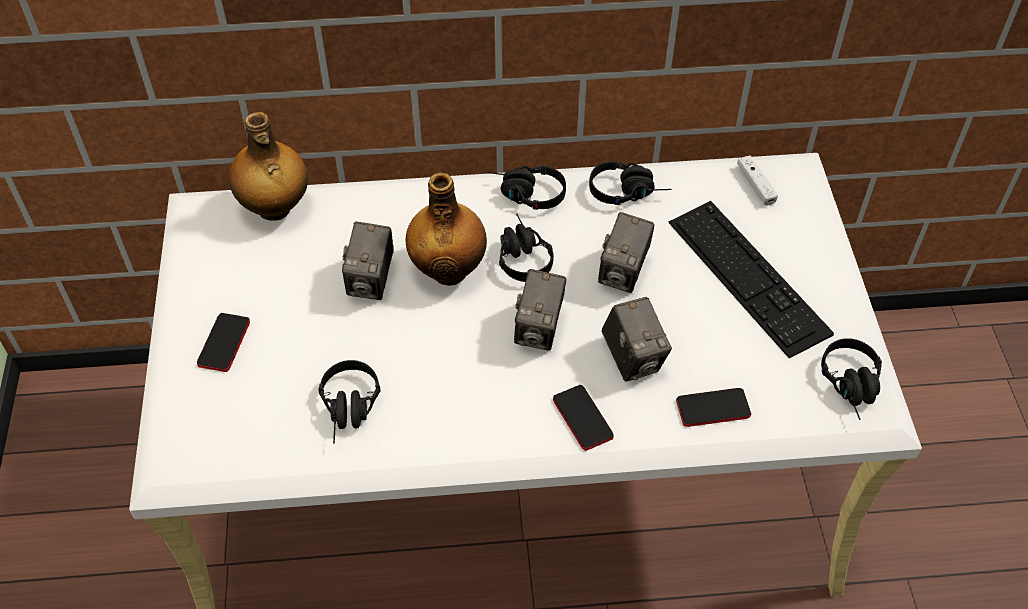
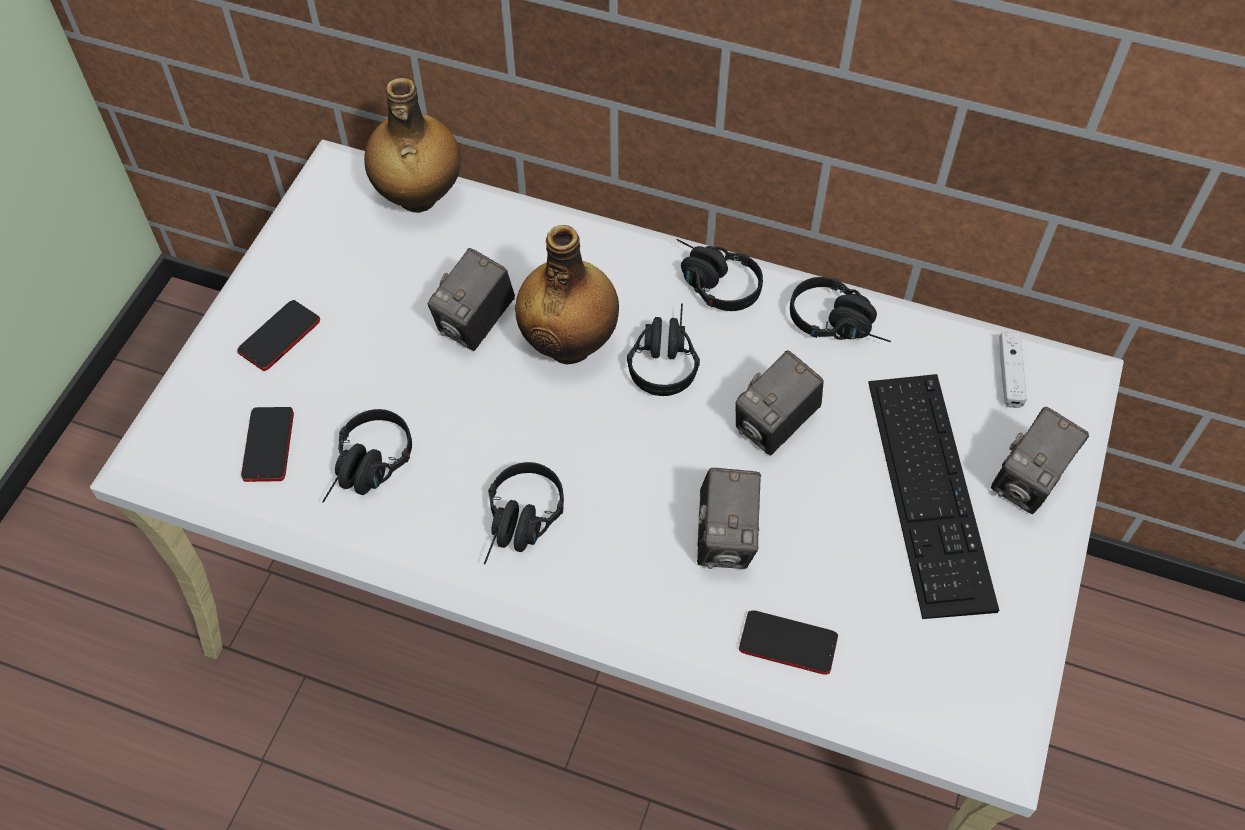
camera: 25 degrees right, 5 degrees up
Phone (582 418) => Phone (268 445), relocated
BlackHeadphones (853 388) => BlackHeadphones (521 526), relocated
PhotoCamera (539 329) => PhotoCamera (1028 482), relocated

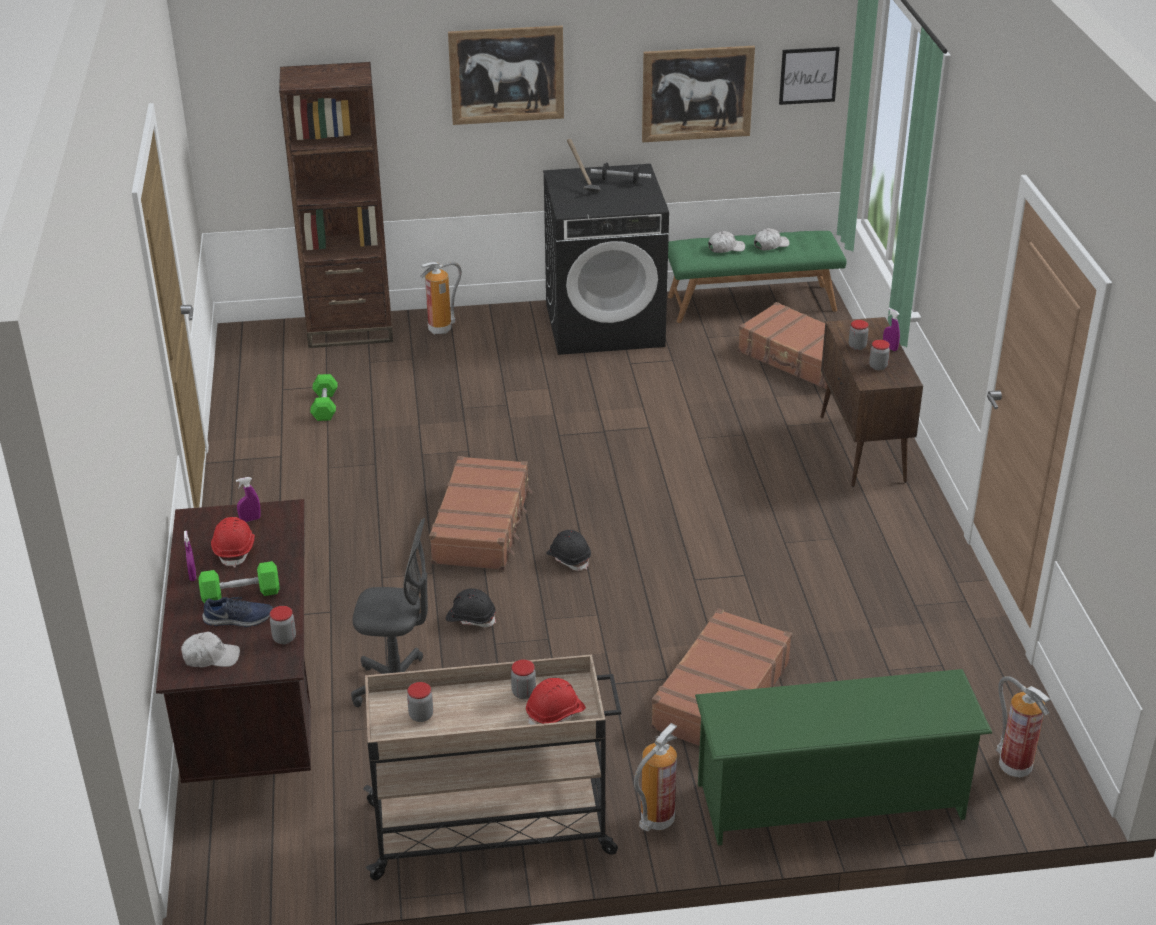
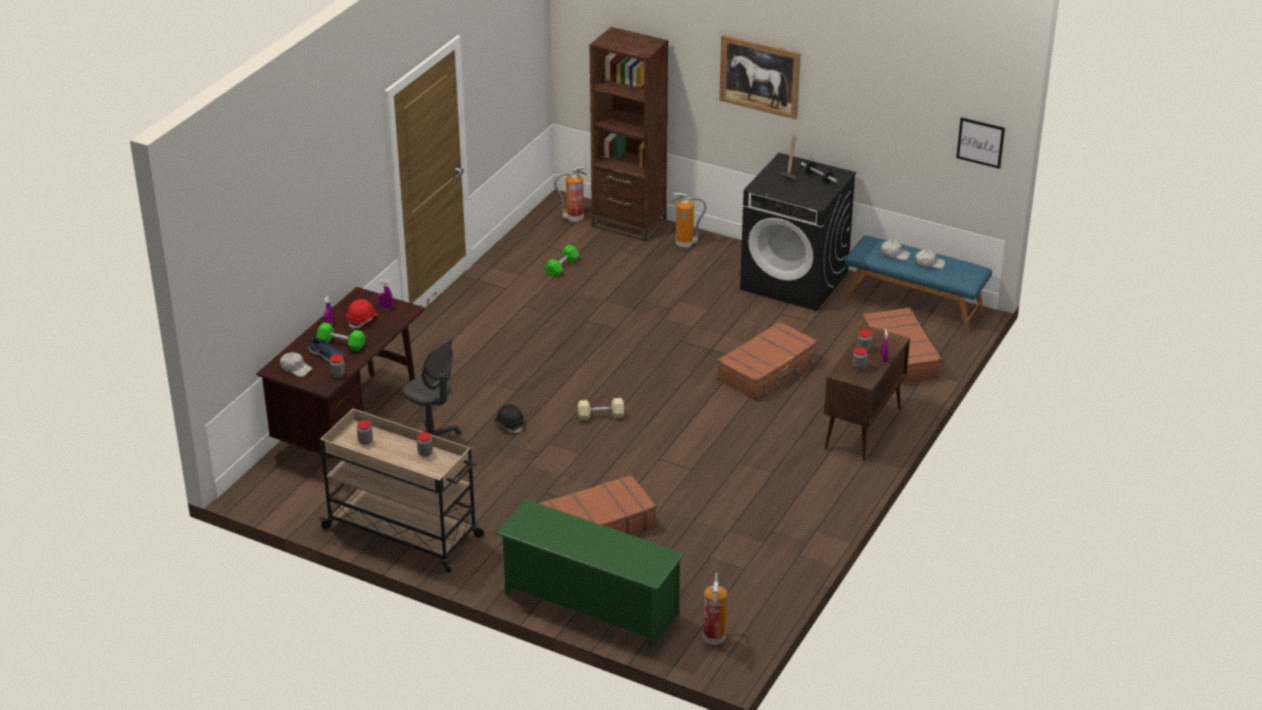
camera: 35 degrees right, 0 degrees up
FireExtinguisher (656 821) => FireExtinguisher (574 218), relocated
BlackHardHat (569 558) => BeigeDumbbell (601 415)
BrownSuitcase (482 526) => BrownSuitcase (768 370), relocated
GreenBench (751 303) => BlueBench (914 304)
RedHardHat (555 714) => nothing
Picture (697 93) => nothing

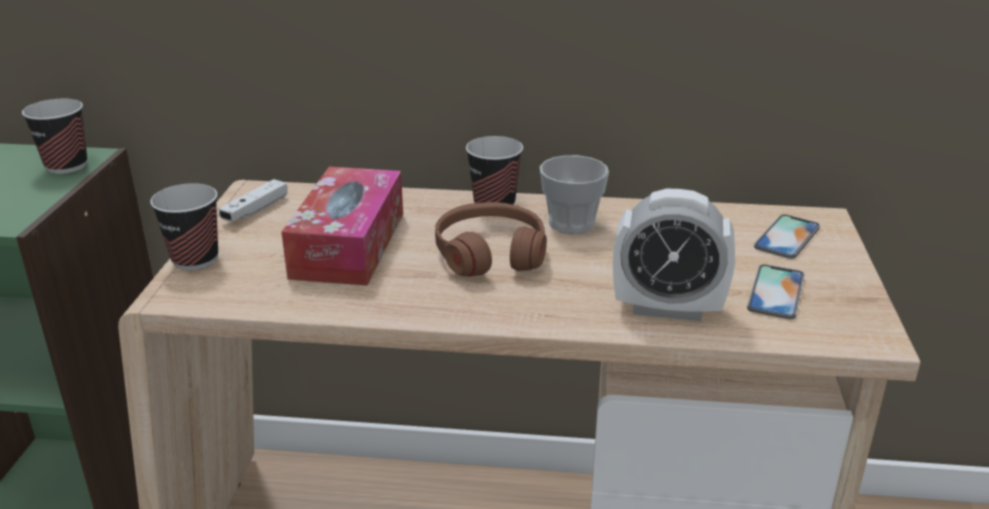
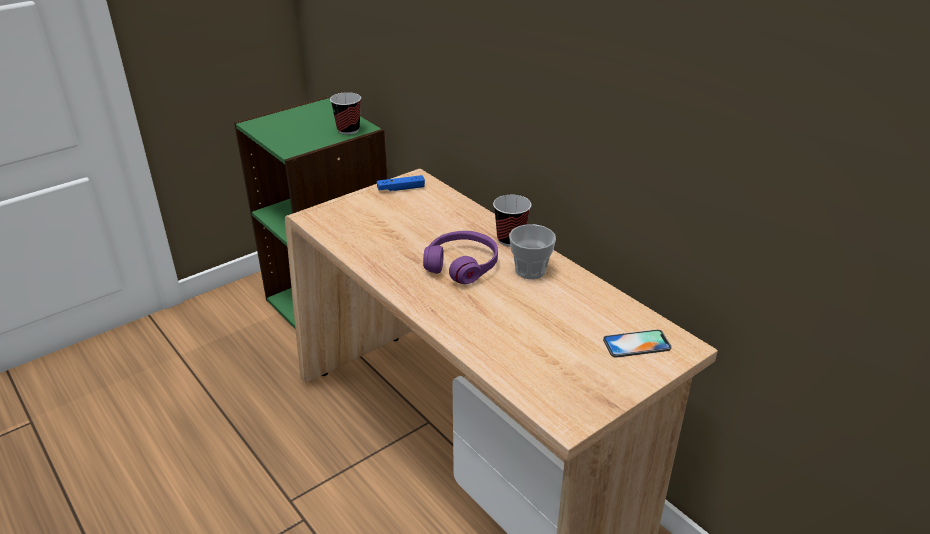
camera: 45 degrees right, 5 degrees up
WhiteGameController (255 210) => BlueGameController (401 188)
BrownHeadphones (490 253) => PurpleHeadphones (462 265)
Cup (195 259) => nothing
TissueBox (348 244) => nothing
AlarmClock (667 308) => nothing
Phone (776 292) => nothing

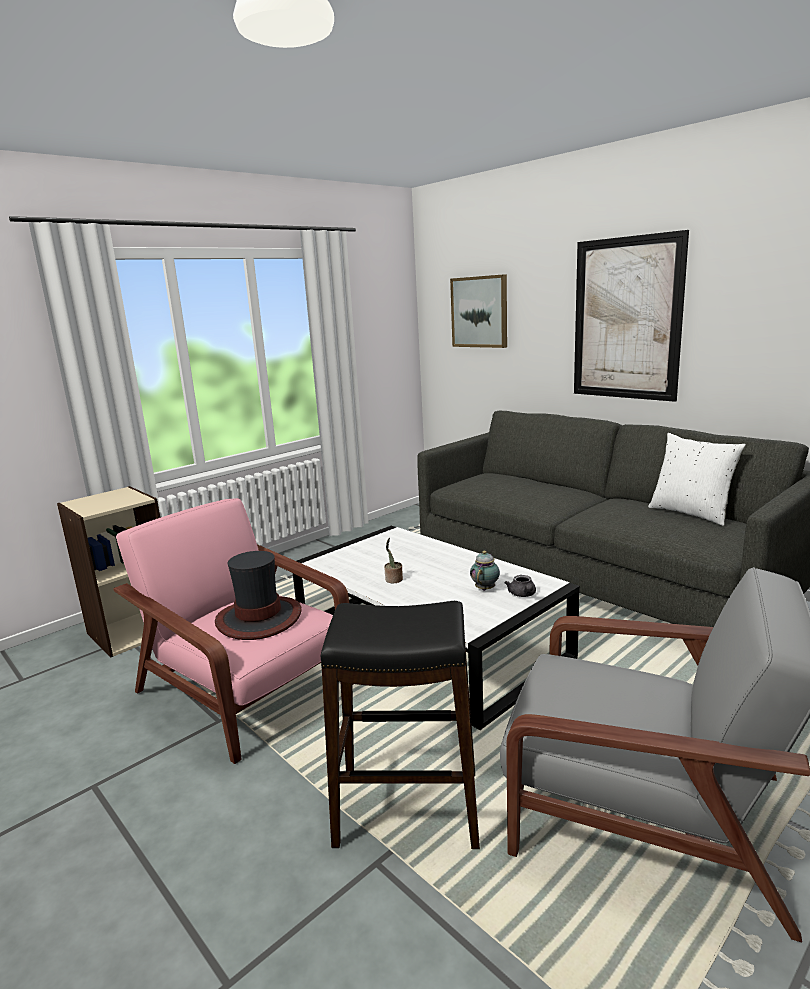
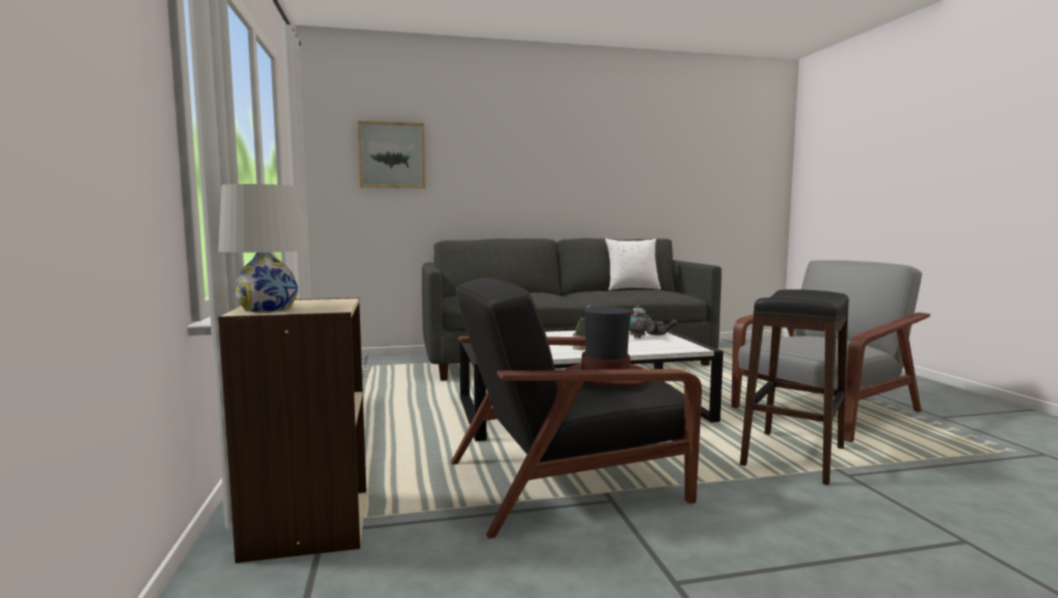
camera: 60 degrees left, 10 degrees down
nothing => WhiteTableLamp (267 308)
PinkArmchair (247 690) => BlackArmchair (569 480)
Picture (626 319) => nothing

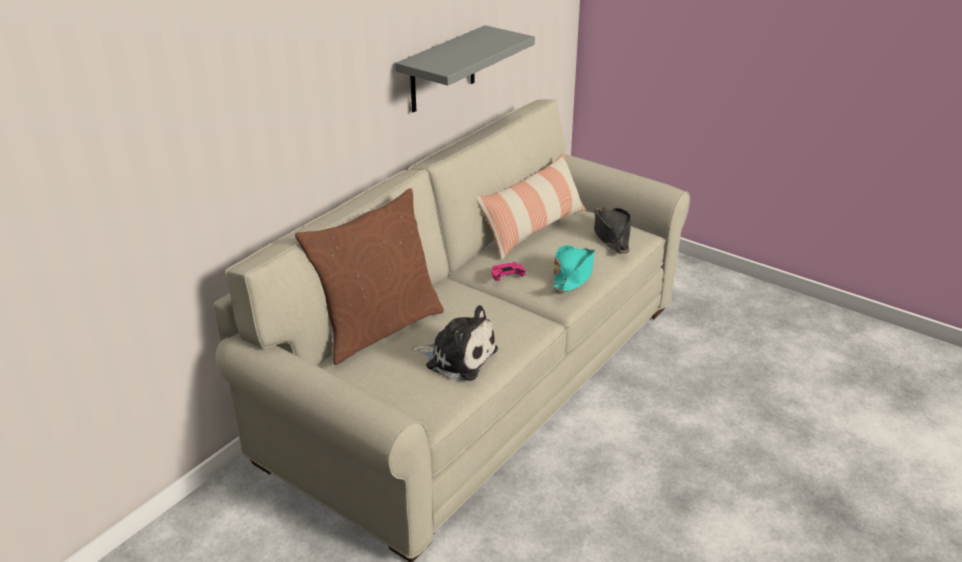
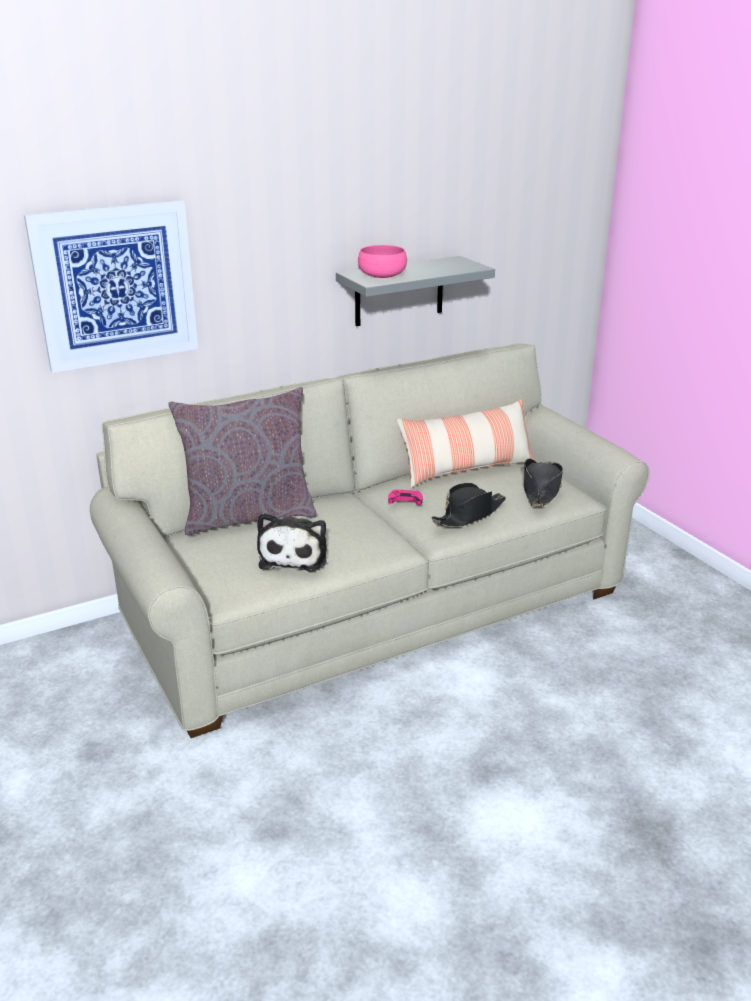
camera: 25 degrees right, 5 degrees down
nothing => Picture (116 285)
BrownPillow (377 327) => GreyPillow (248 516)
PlushToy (458 357) => PlushToy (294 555), 45 degrees clockwise
nothing => PinkBowl (382 274)
TurquoiseHat (573 274) => BlackHat (469 514)

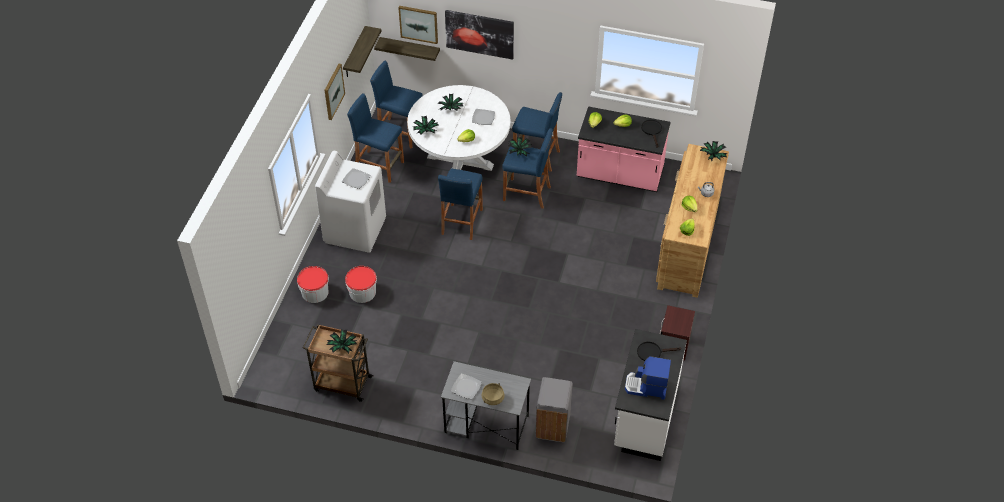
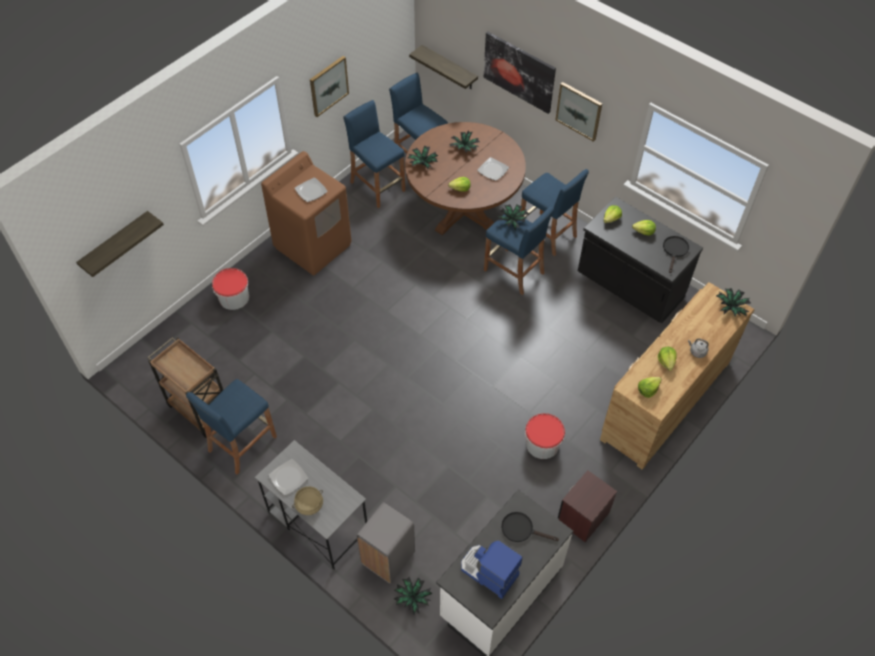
camera: 25 degrees right, 5 degrees up
Shelf (354 53) => Shelf (115 243), relocated
BlueStool (461 221) => BlueStool (242 443), relocated
WhiteWashingMachine (355 230) => BrownWashingMachine (313 246)
PottedPlant (342 346) => PottedPlant (412 598), relocated
WhiteDiningTable (460 161) => BrownDiningTable (463 210)
Bucket (362 292) => Bucket (542 444), relocated
Picture (418 24) => Picture (579 111), relocated
PinkCounter (619 175) => BlackCounter (629 288)

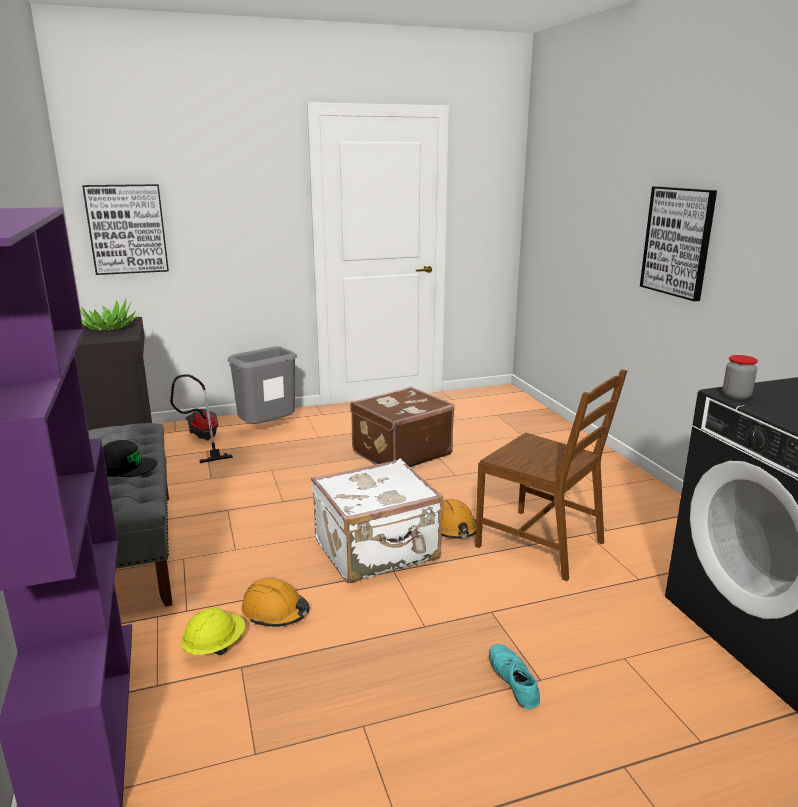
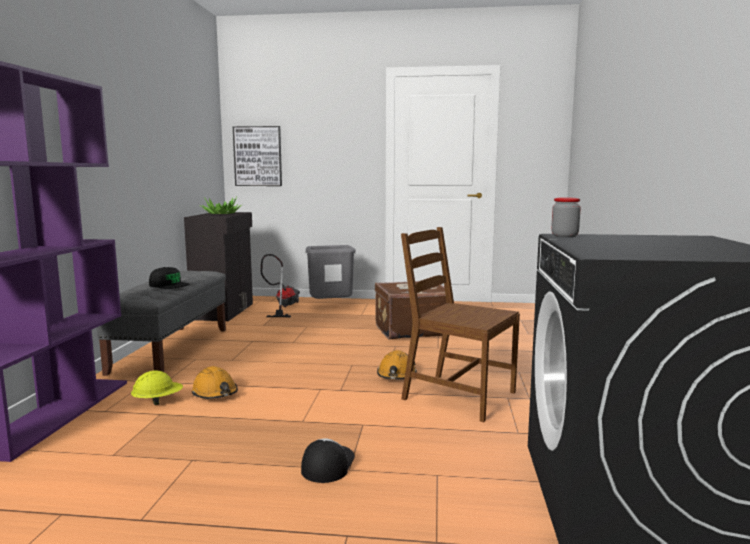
camera: 25 degrees right, 10 degrees down
TurquoiseShoe (513 680) => Cap (327 464)
BrownChair (541 544) => BrownChair (457 396), 150 degrees clockwise
WhiteSuitcase (378 551) => nothing
Picture (678 242) => nothing

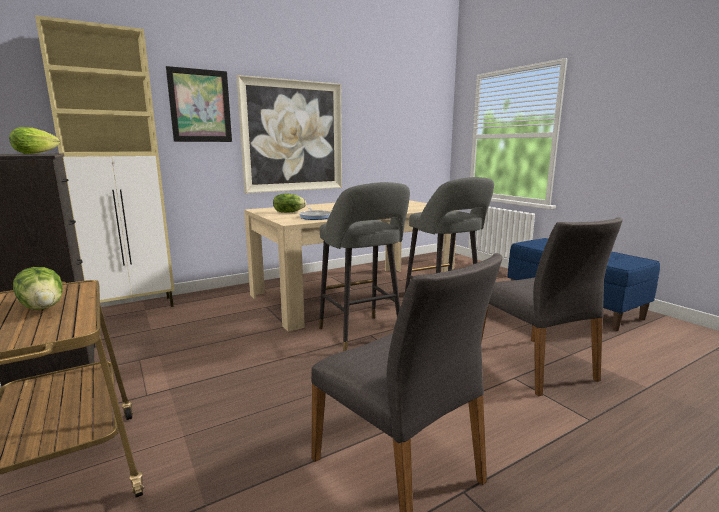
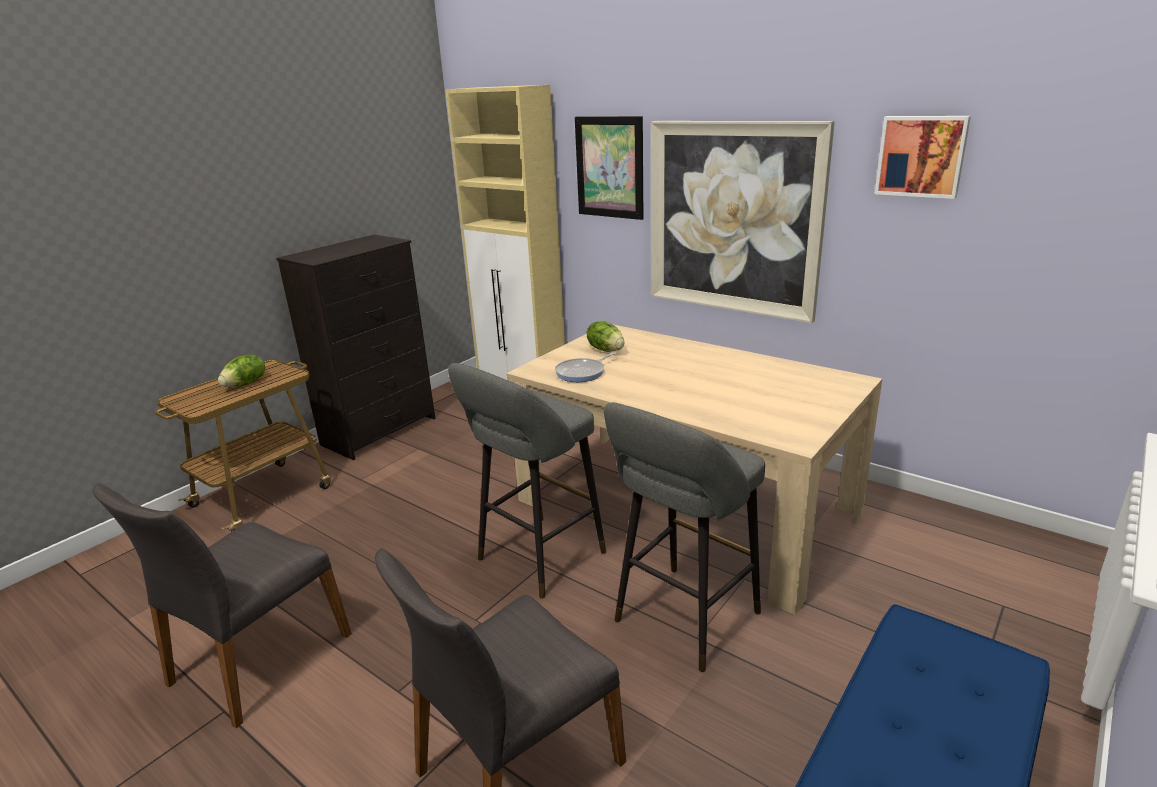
camera: 70 degrees right, 10 degrees up
nothing => Picture (921 156)
Lettuce (38 153) => nothing

